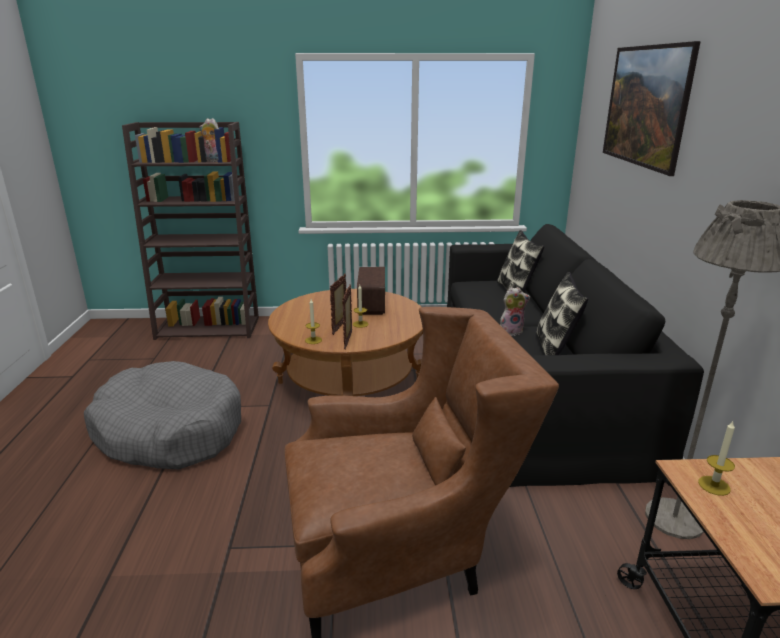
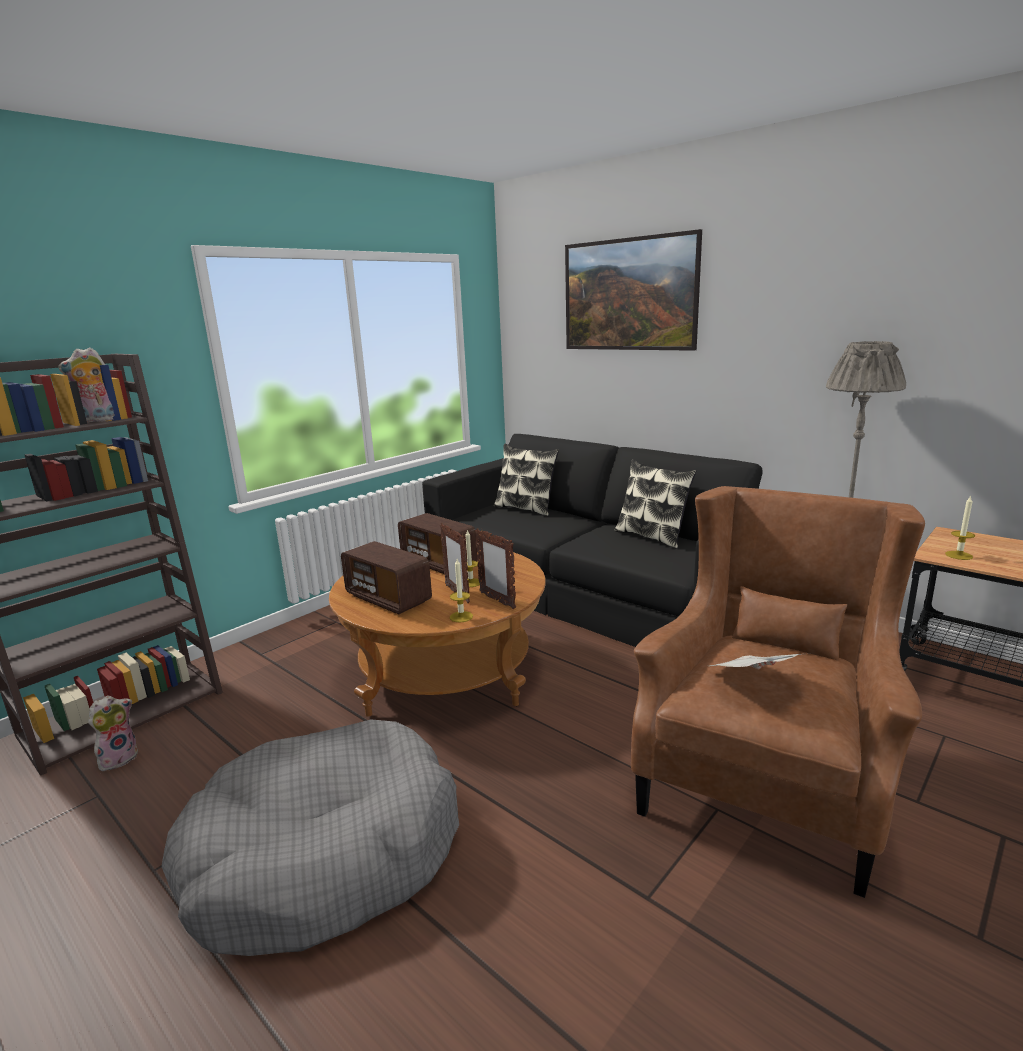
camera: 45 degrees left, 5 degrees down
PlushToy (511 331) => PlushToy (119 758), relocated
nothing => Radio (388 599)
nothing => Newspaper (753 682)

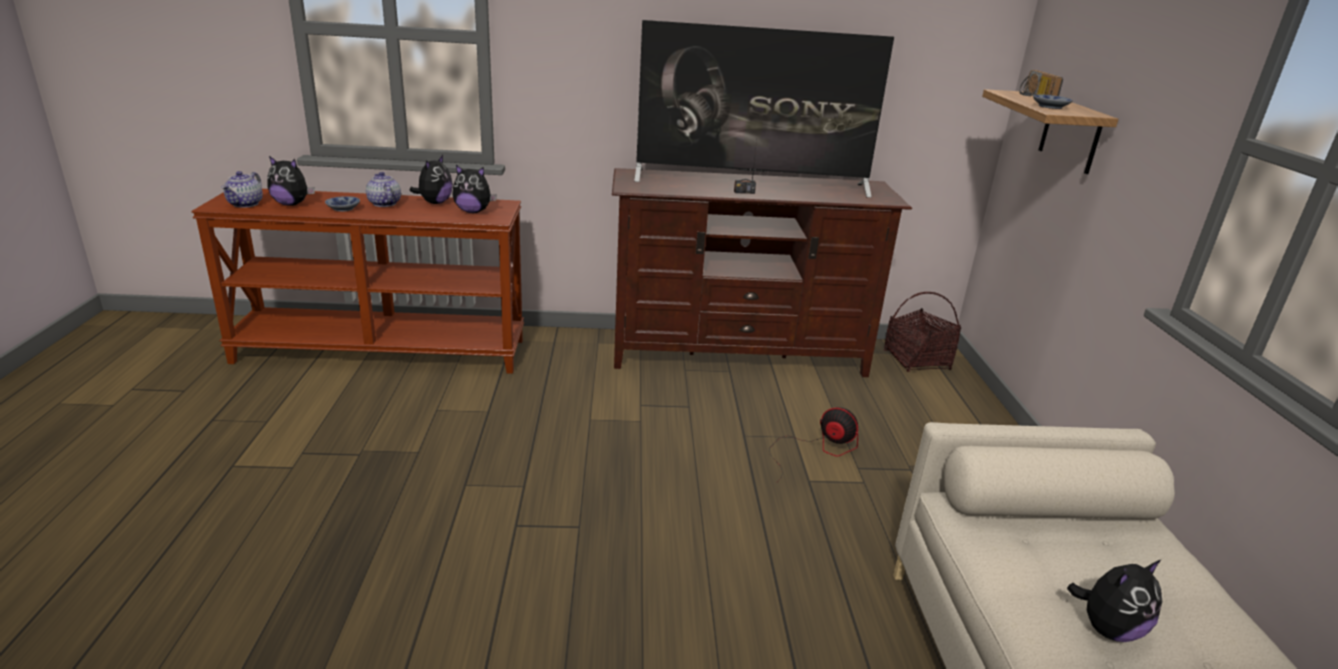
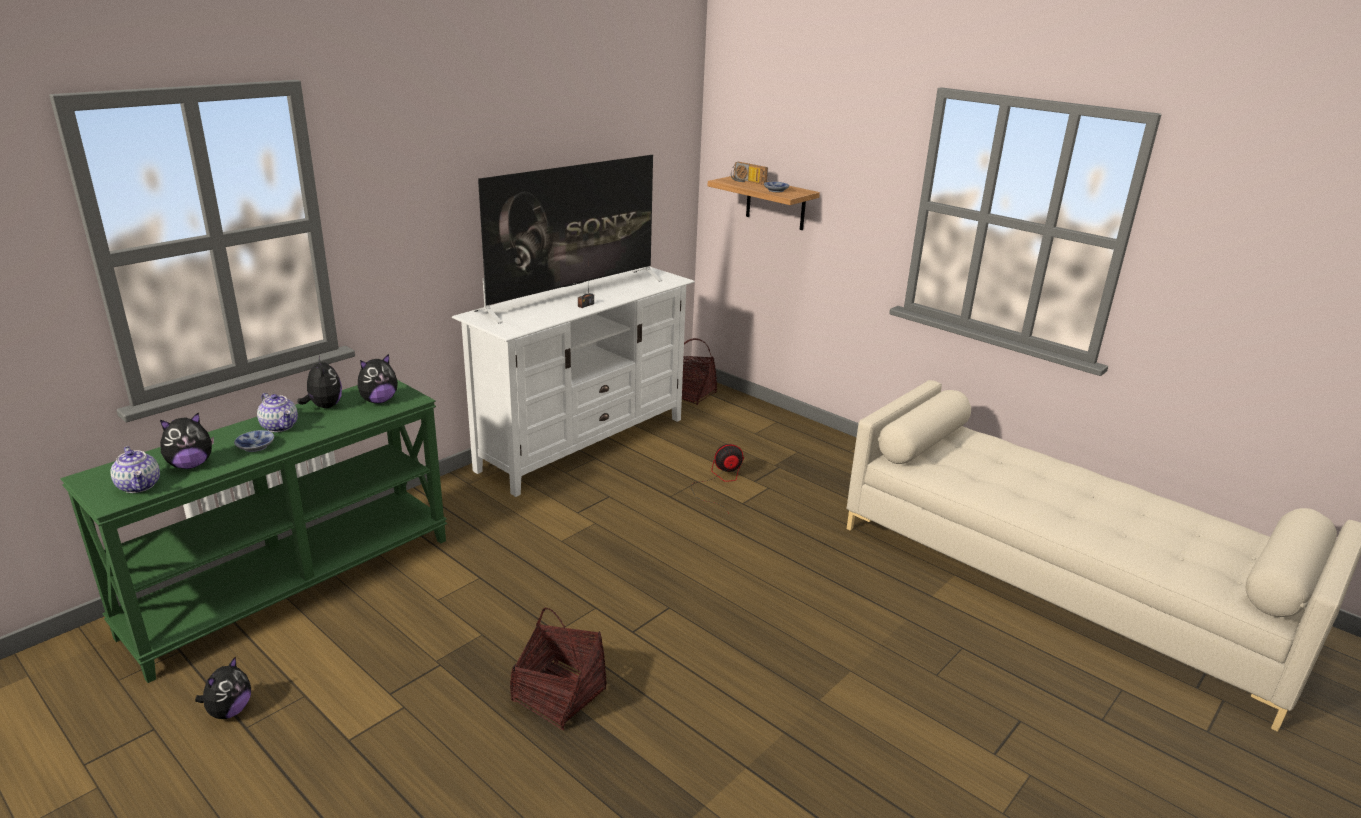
camera: 45 degrees left, 0 degrees up
BrownConsoleTable (384 350) => GreenConsoleTable (294 584)
PlushToy (1108 629) => PlushToy (229 711), relocated
Teapot (384 203) => Teapot (280 426), 150 degrees counterclockwise
BrownTvStand (738 355) => WhiteTvStand (583 443)
nothing => Basket (559 695)

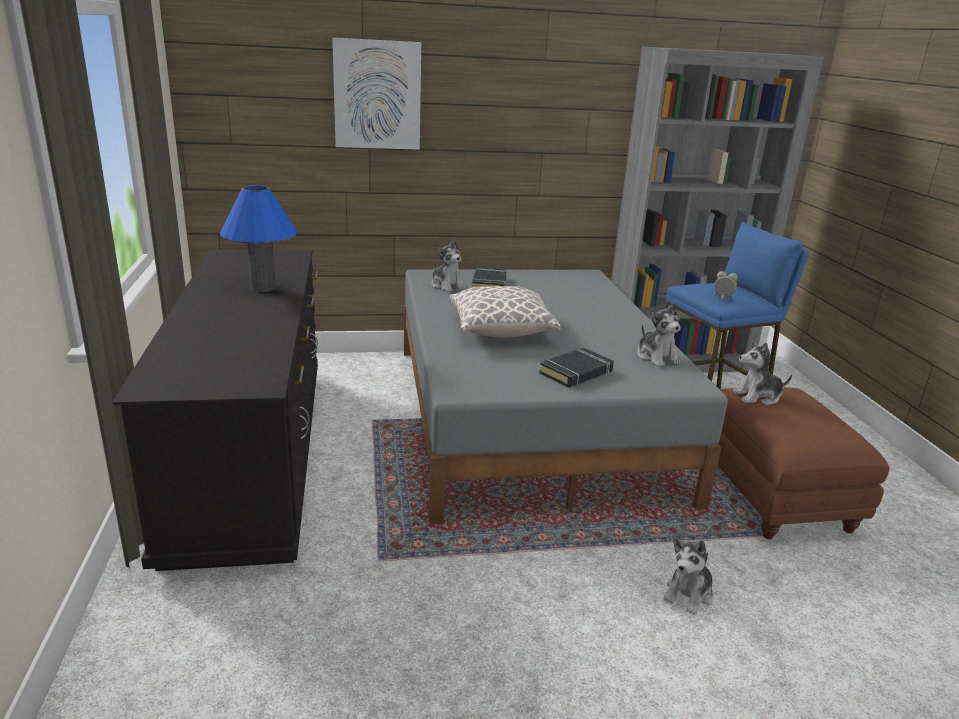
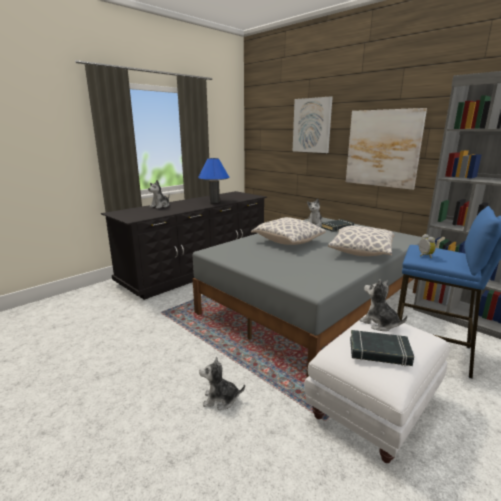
camera: 55 degrees right, 5 degrees down
PlushToy (656 357) => PlushToy (160 206), relocated
BrownOttoman (770 495) => WhiteOttoman (374 406)
nothing => Pillow (361 252)
nothing => Picture (382 148)
BlackBook (576 373) => BlackBook (379 352), relocated

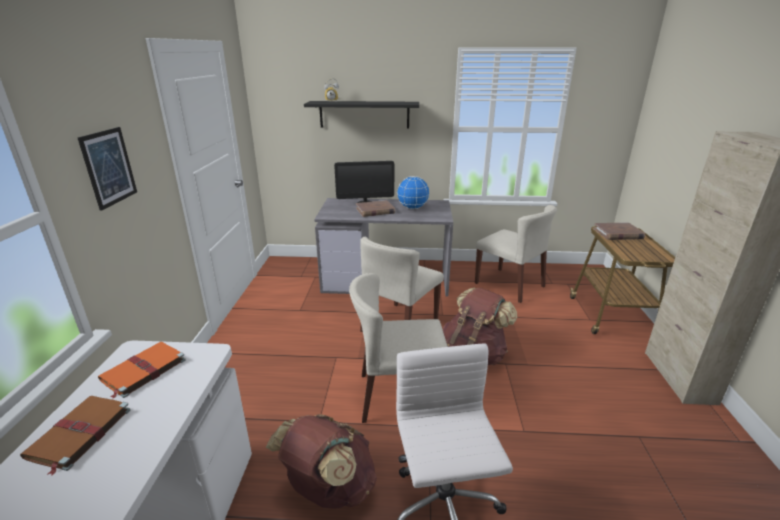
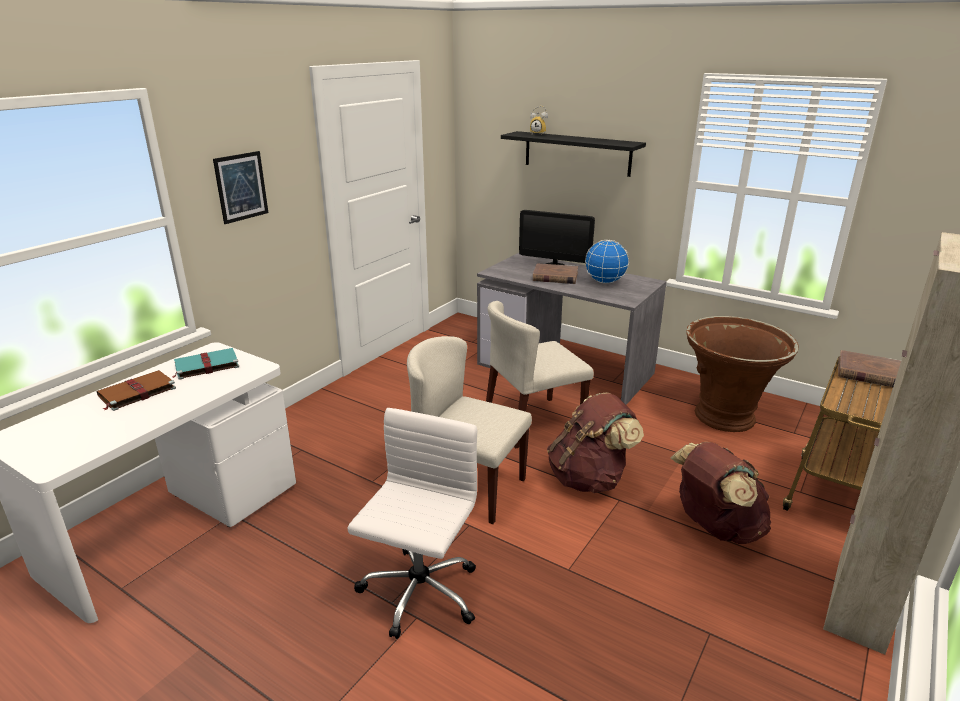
camera: 30 degrees right, 0 degrees up
OrangeBook (142 371) => TurquoiseBook (205 365)
BrownBackpack (329 489) => BrownBackpack (715 527), relocated
BeigeChair (510 285) => BrownPlanter (725 417)

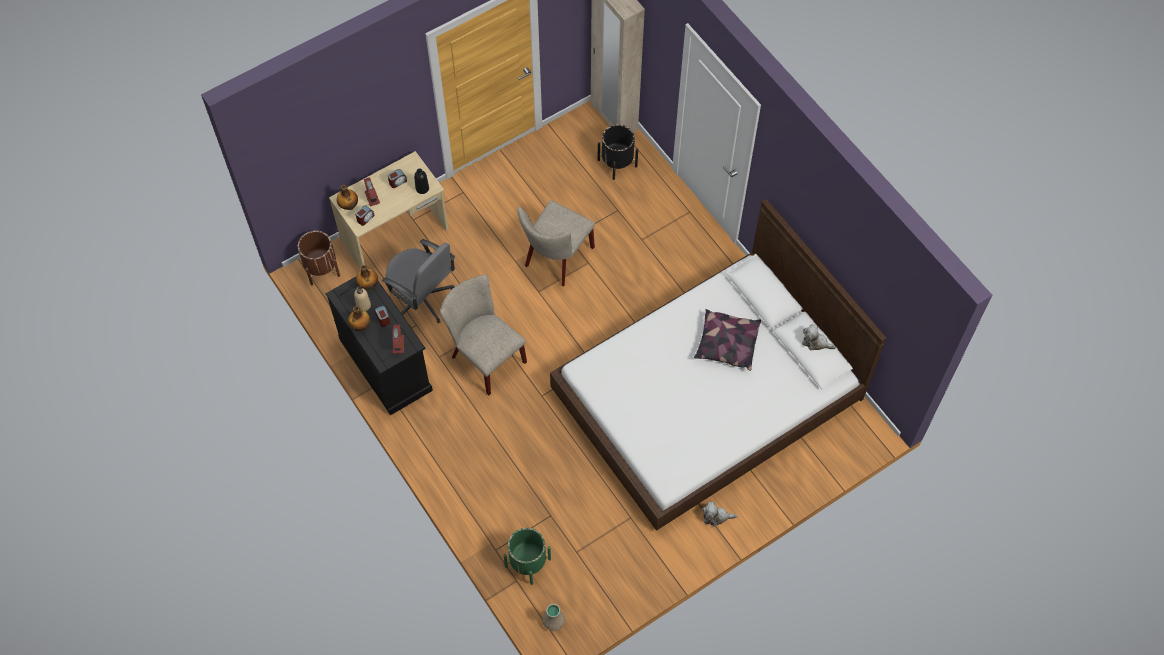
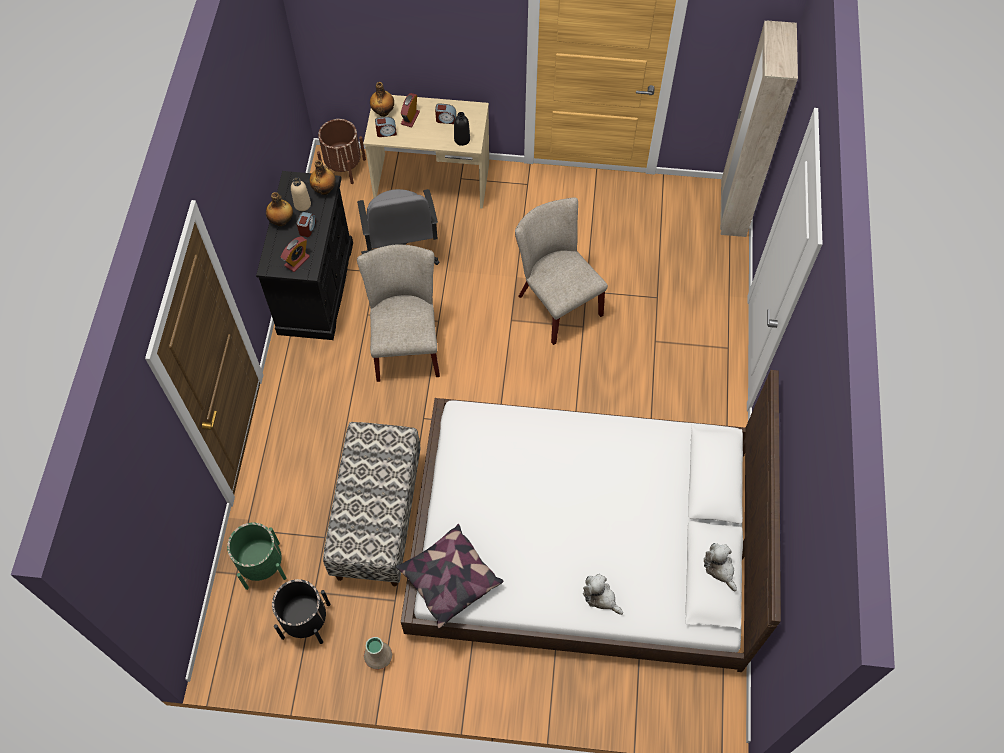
camera: 40 degrees right, 0 degrees up
BlackPlanter (617 163) => BlackPlanter (305 621), relocated
nothing => Bench (378 518)
BeigeVase (553 621) => BeigeVase (378 657), relocated
Pillow (726 344) => Pillow (449 579), relocated
BeigeChair (556 259) => BeigeChair (555 302), 75 degrees clockwise
PlushToy (716 516) => PlushToy (601 597), relocated

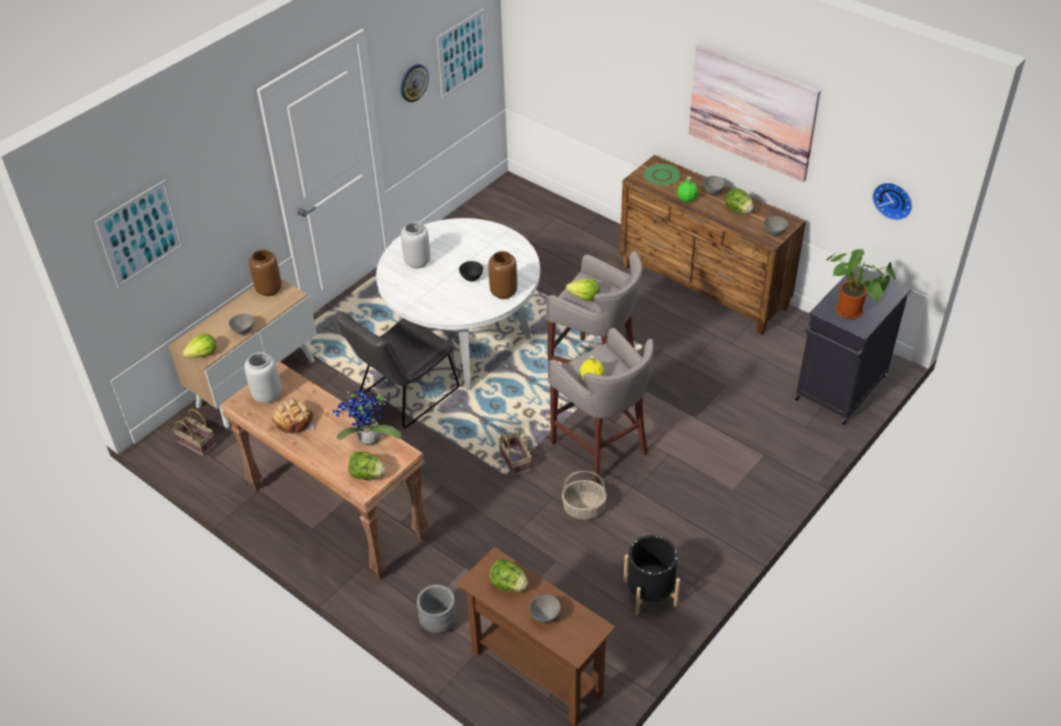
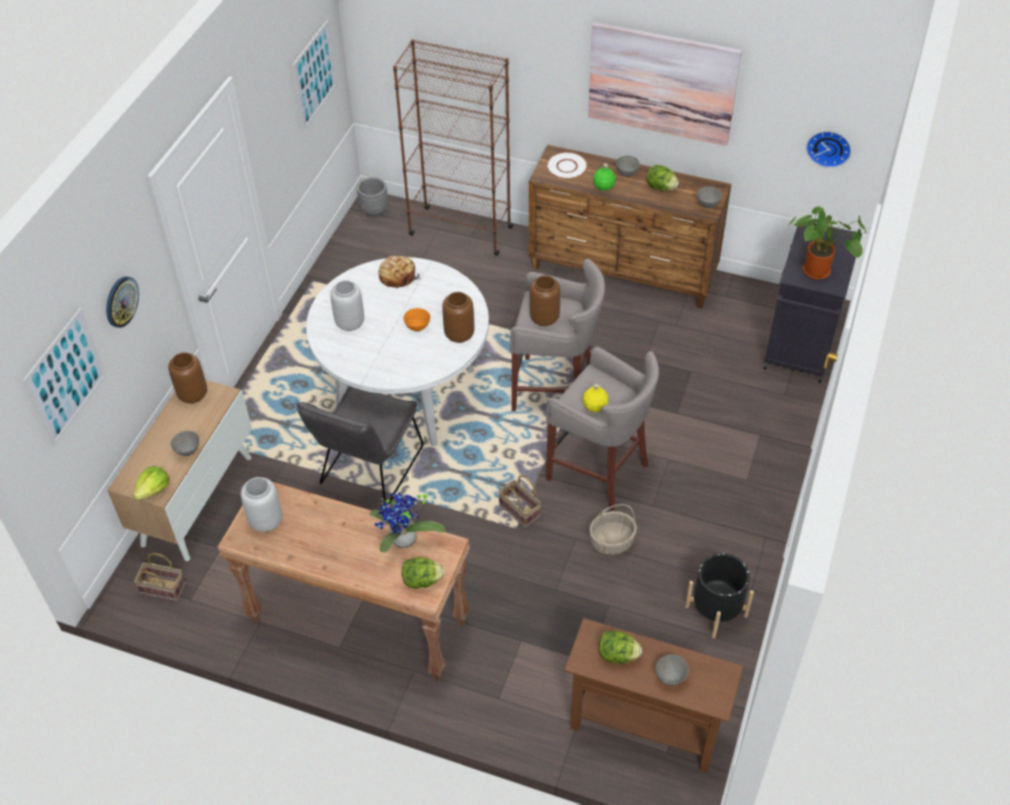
camera: 20 degrees left, 5 degrees up
WallClock (413 82) => WallClock (121 301), relocated
GreyPlanter (438 622) => GreyPlanter (374 210), relocated
Bread (294 420) => Bread (398 276), relocated
nothing => BrownBookcase (460 230)
BlackBowl (472 278) => OrangeBowl (418 327)
Lettuce (584 297) => BrownVase (545 319)
GreenPlate (662 176) => WhitePlate (567 167)

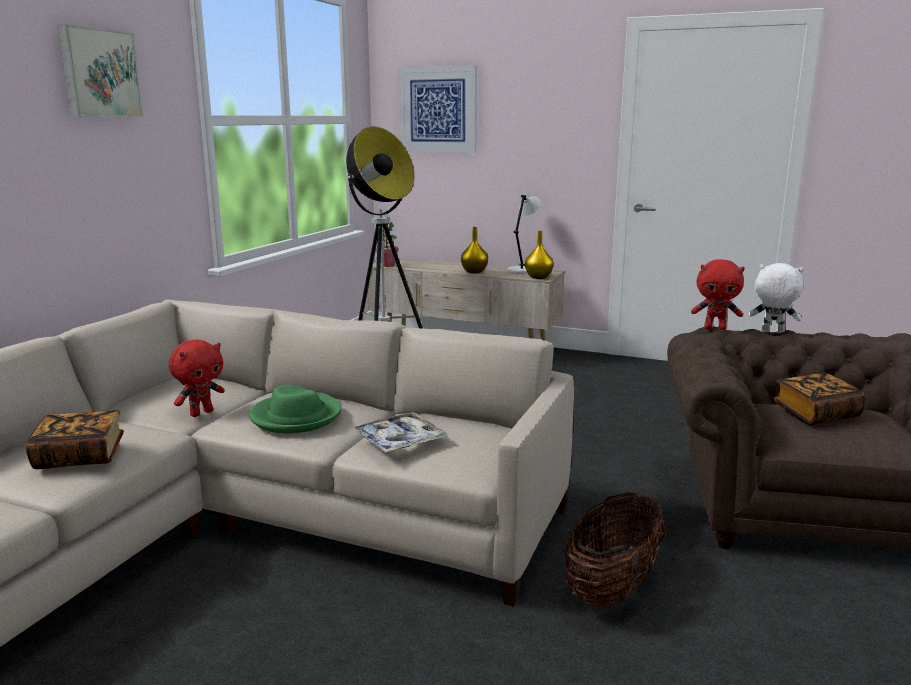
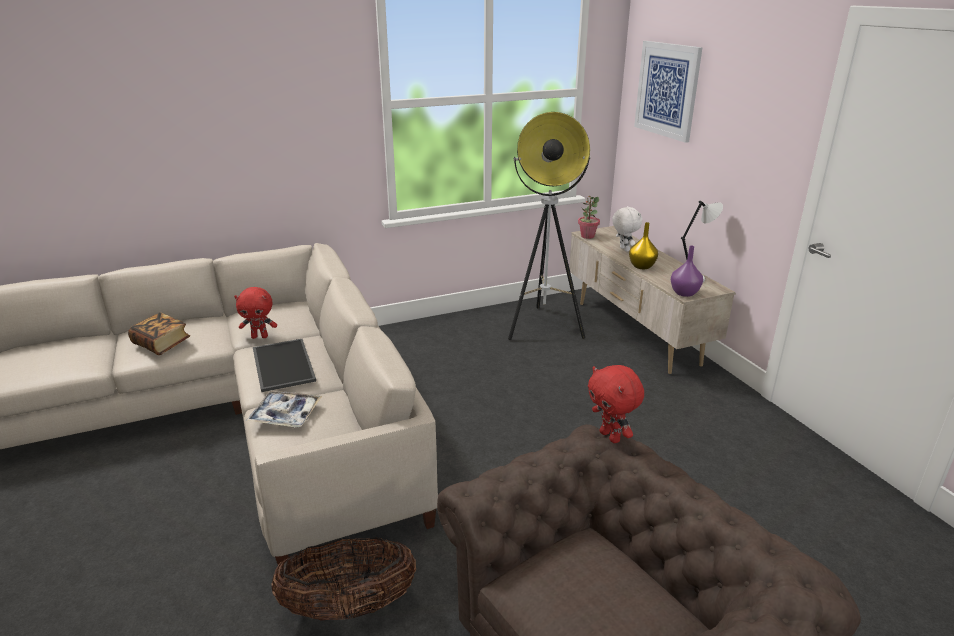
camera: 45 degrees right, 10 degrees up
GreenHat (296 417) => Tray (281 364)
WhitePlushToy (772 332) => WhitePlushToy (623 249), relocated
YellowVase (538 277) => PurpleVase (683 293)
Picture (99 73) => nothing
Book (815 414) => nothing

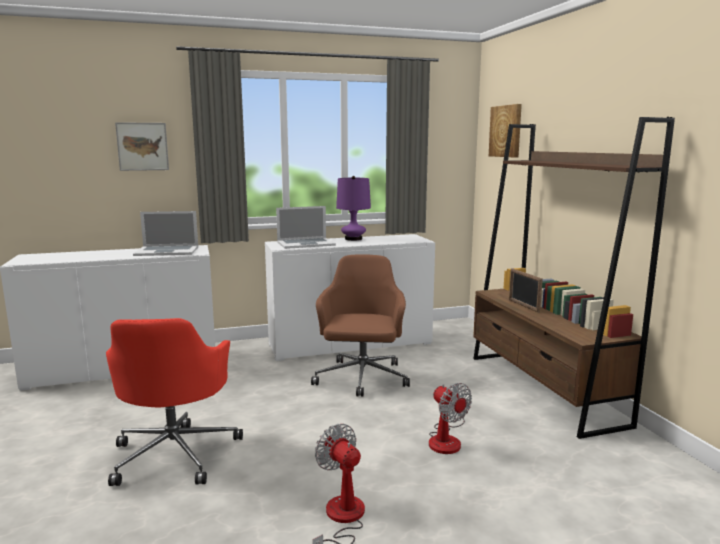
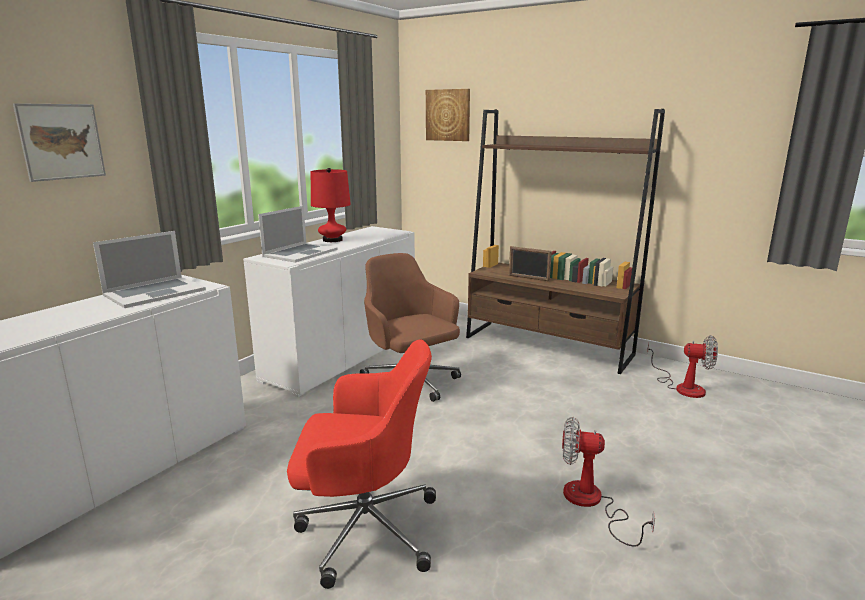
camera: 40 degrees left, 5 degrees up
RedOfficeChair (175 453) => RedOfficeChair (364 528), 45 degrees counterclockwise
PurpleTableLamp (353 239) => RedTableLamp (332 240)
Fan (447 439) => Fan (682 386), relocated

